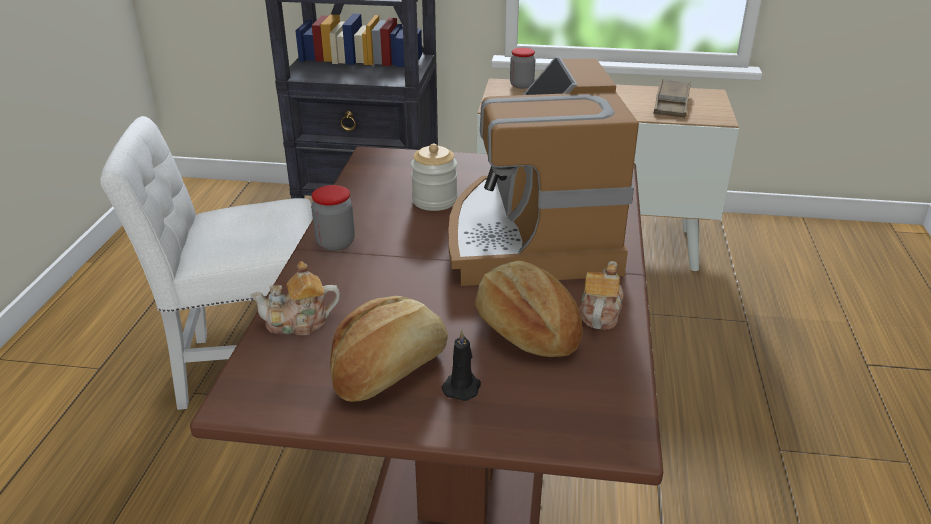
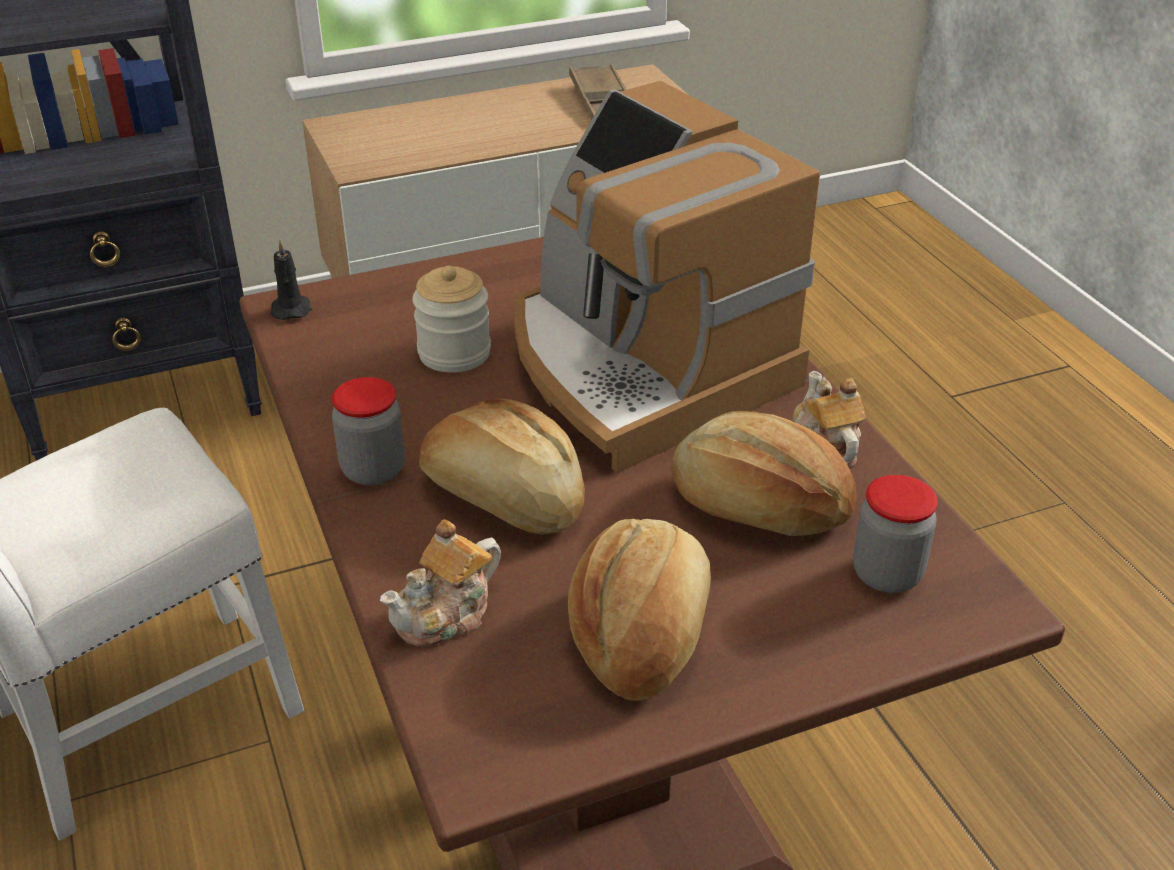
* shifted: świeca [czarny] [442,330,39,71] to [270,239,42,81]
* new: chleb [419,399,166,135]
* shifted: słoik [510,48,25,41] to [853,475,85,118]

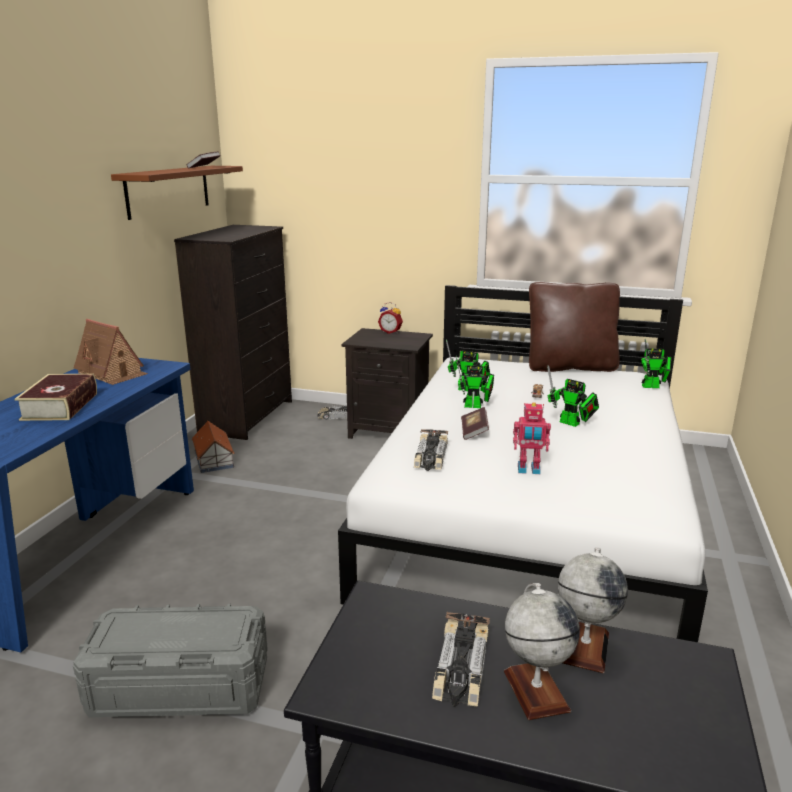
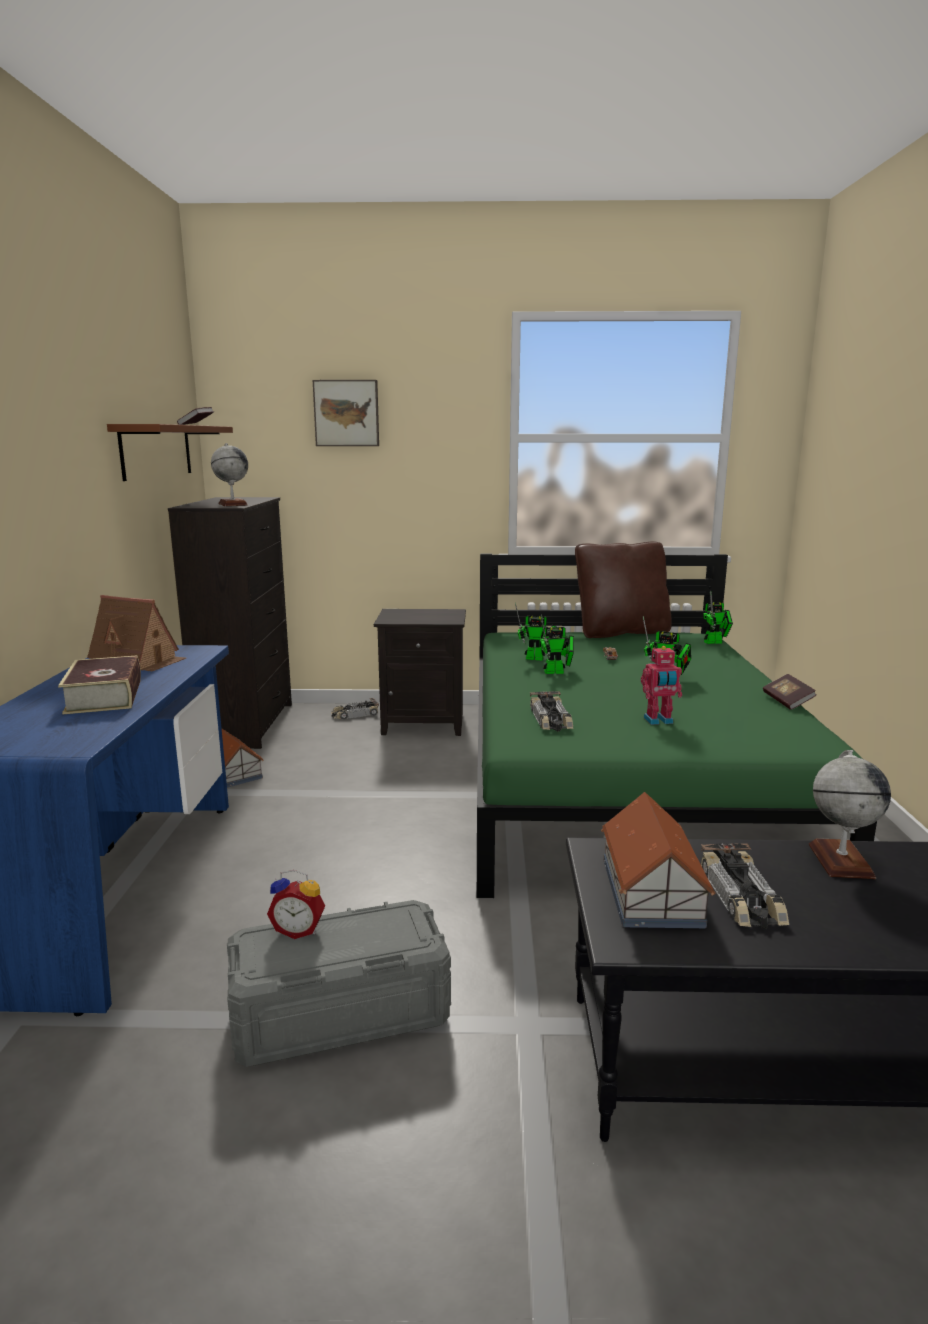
* shifted: globus [504,583,76,137] to [211,443,37,63]
* shifted: budzik [378,302,25,32] to [267,870,58,69]
* new: obraz [313,380,66,66]
* repainted: łóżko [biały] [338,285,370,357] to łóżko [zielony] [477,554,400,344]
* new: domek [601,792,114,136]
* shifted: książka [461,407,28,33] to [763,674,53,36]

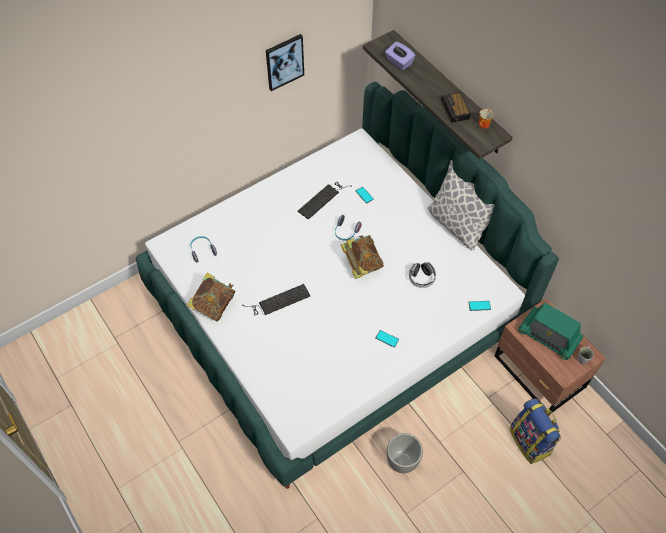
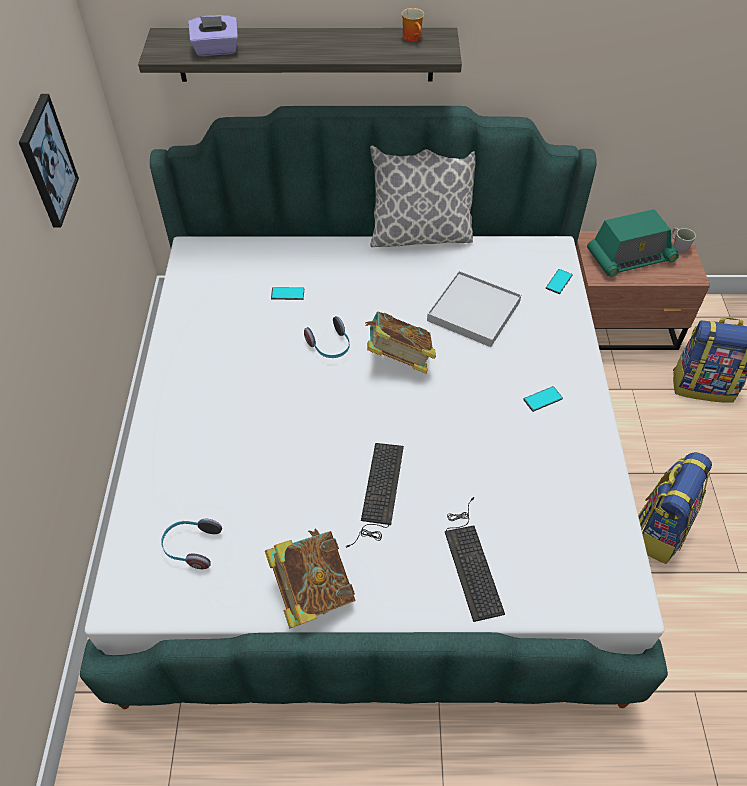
* swapped: słuchawki [409,262,27,26] to taca [biały] [427,271,94,76]
* shifted: klawiatura [298,182,49,38] to [445,497,60,125]
* swapped: donica [387,433,36,40] to plecak [638,452,74,112]
* gone: budzik [441,92,30,31]

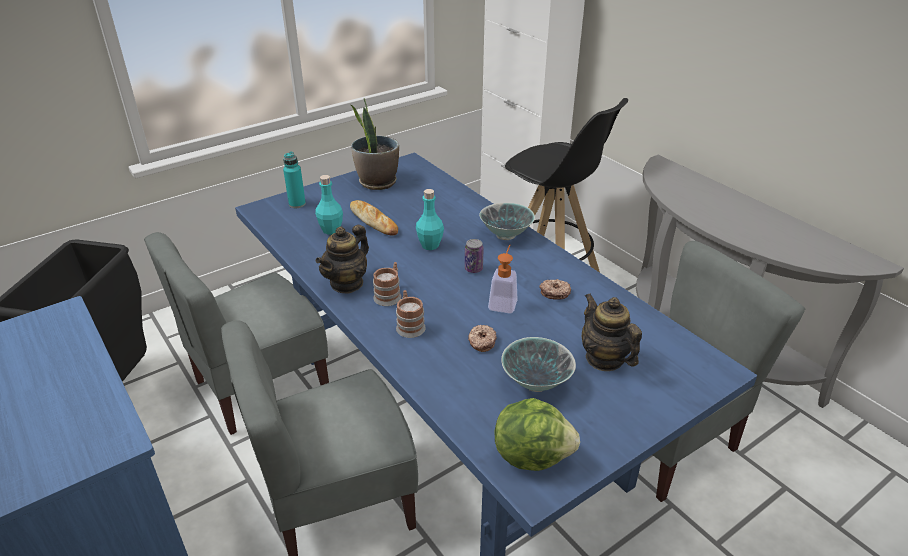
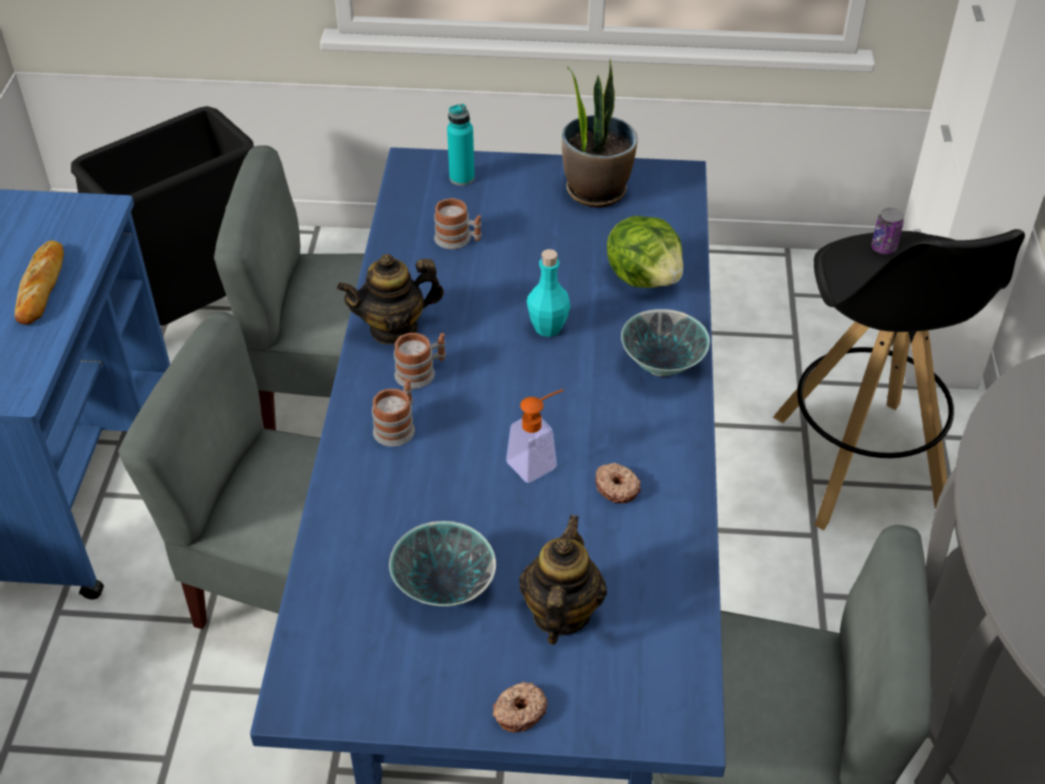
* shifted: chleb [350,200,48,35] to [15,240,49,85]
* swapped: butelka [turkusowy] [315,175,28,60] to kubek [434,198,48,51]
* shifted: donut [468,325,29,27] to [493,682,55,50]
* shifted: sałata [494,398,86,73] to [607,216,76,72]
* shifted: puszka [465,239,19,34] to [871,208,33,46]

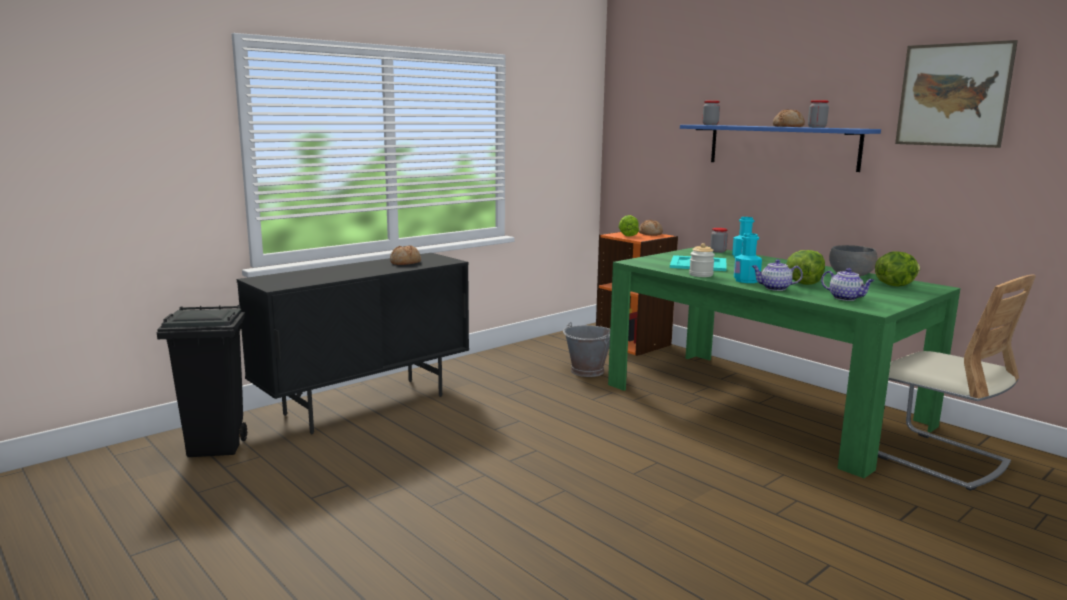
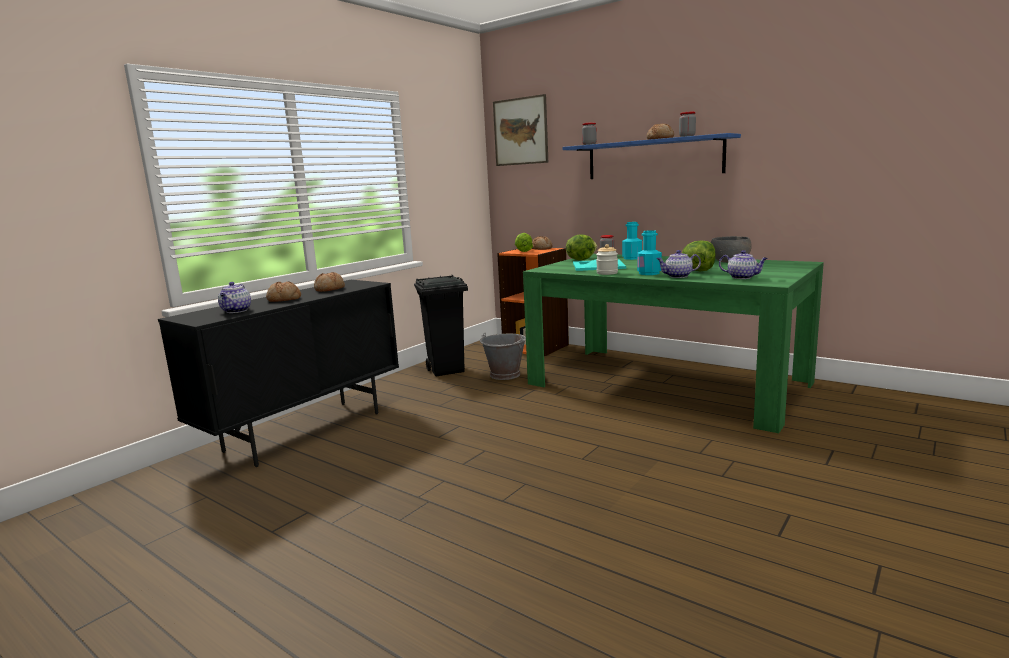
* new: imbryk [218,282,33,31]
* new: chleb [266,281,35,21]
* shifted: kosz na śmieci [czarny] [157,305,90,152] to [414,275,54,101]
* shifted: obraz [895,40,123,108] to [493,94,55,72]
* shifted: sałata [875,251,45,35] to [566,234,31,26]
* gone: krzesło [beżowy] [878,275,158,216]

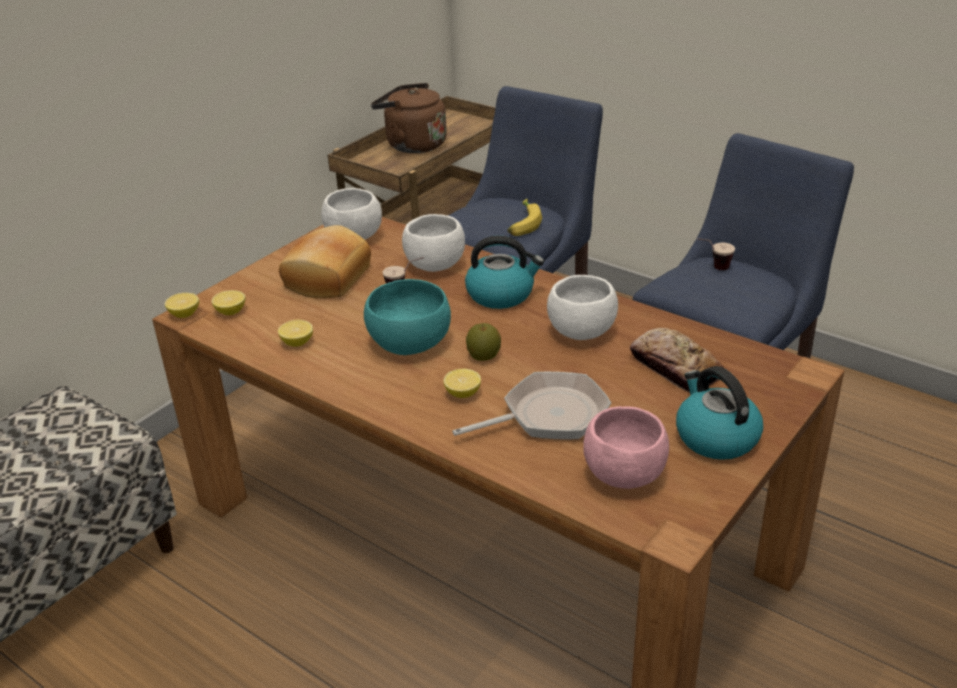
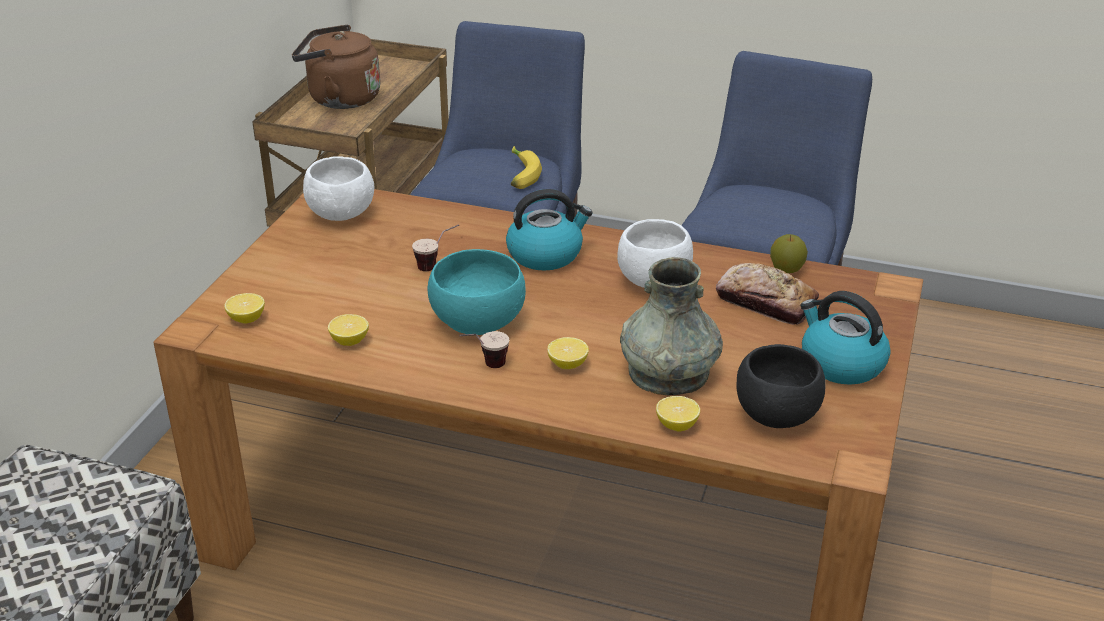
* shifted: filiżanka [697,238,38,32] to [459,331,50,37]
* swapped: patelnia [452,372,159,68] to wazon [szary] [620,257,103,138]
* shifted: cytryna [165,293,34,25] to [656,396,44,36]
* repainted: miska [różowy] [583,406,86,83] to miska [czarny] [736,344,90,84]
* shifted: jabłko [466,323,35,38] to [770,234,38,39]
* gone: chleb [279,225,92,73]
* gone: miska [biały] [402,214,63,58]

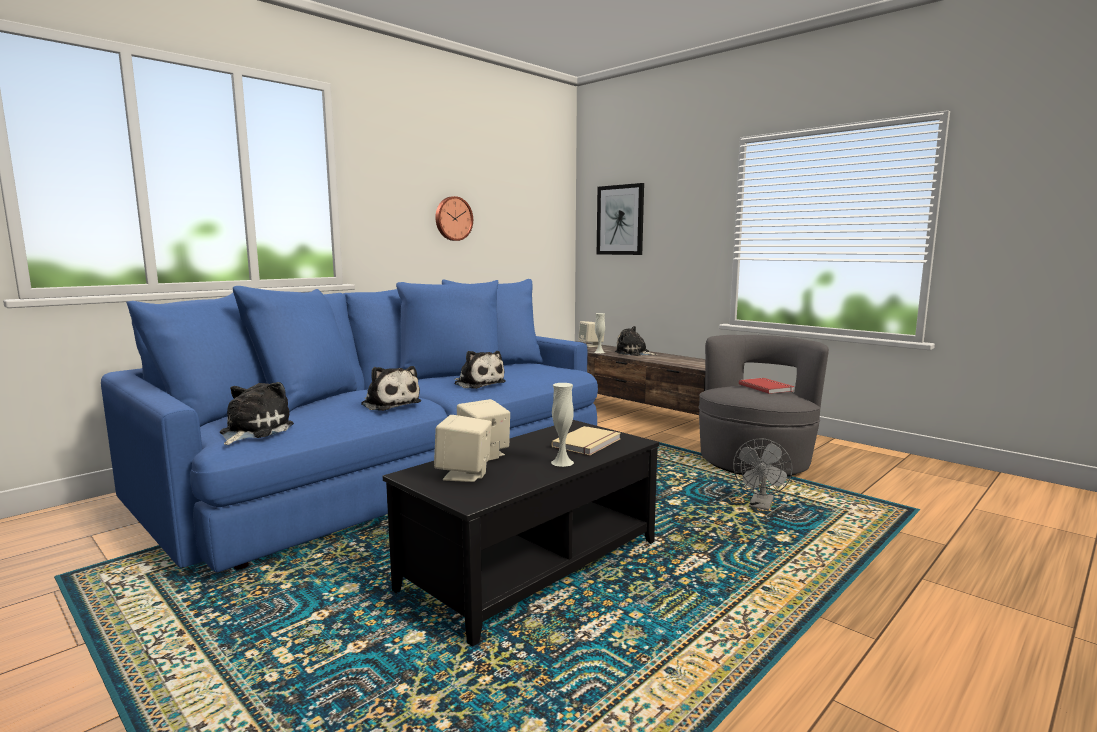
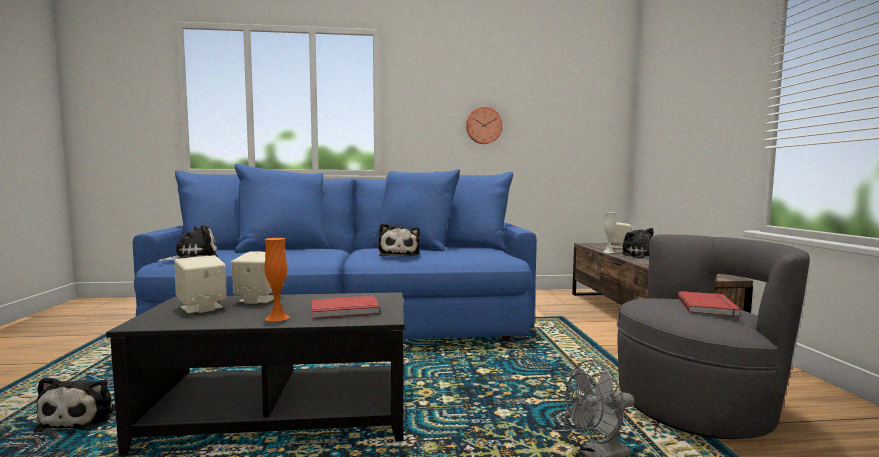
* shifted: pluszak [361,366,60,45] to [34,377,82,56]
* repainted: wazon [biały] [551,383,23,84] to wazon [pomarańczowy] [264,238,25,83]
* repainted: książka [beżowy] [551,426,70,29] to książka [czerwony] [312,296,68,22]
* gone: obraz [597,183,47,72]

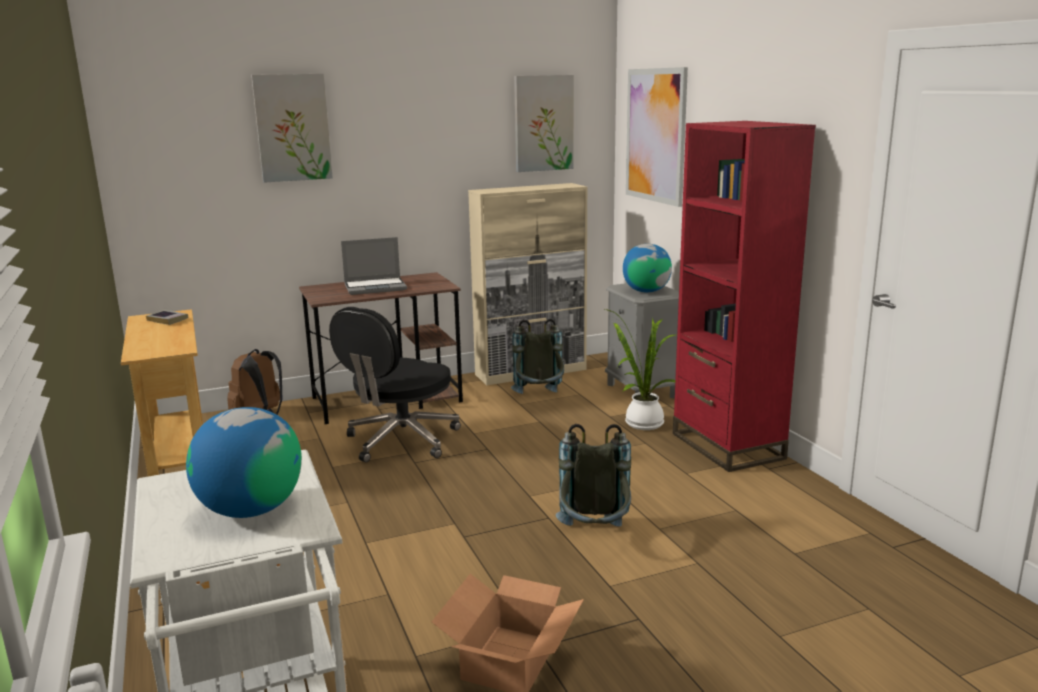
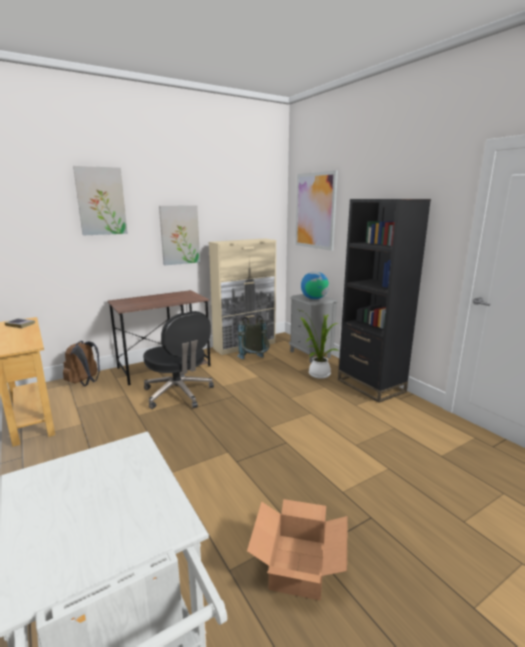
* rotated: krzesło biurowe [czarny] [329,307,132,155] = [143,311,71,98] 60 degrees counterclockwise
* shifted: obraz [514,75,60,97] to [159,205,41,60]
* repainted: regał [czerwony] [673,121,143,351] to regał [czarny] [338,199,93,204]
* gone: globus [186,407,116,111]
* gone: laptop [341,237,66,58]
* gone: plecak [szary] [556,424,75,103]

